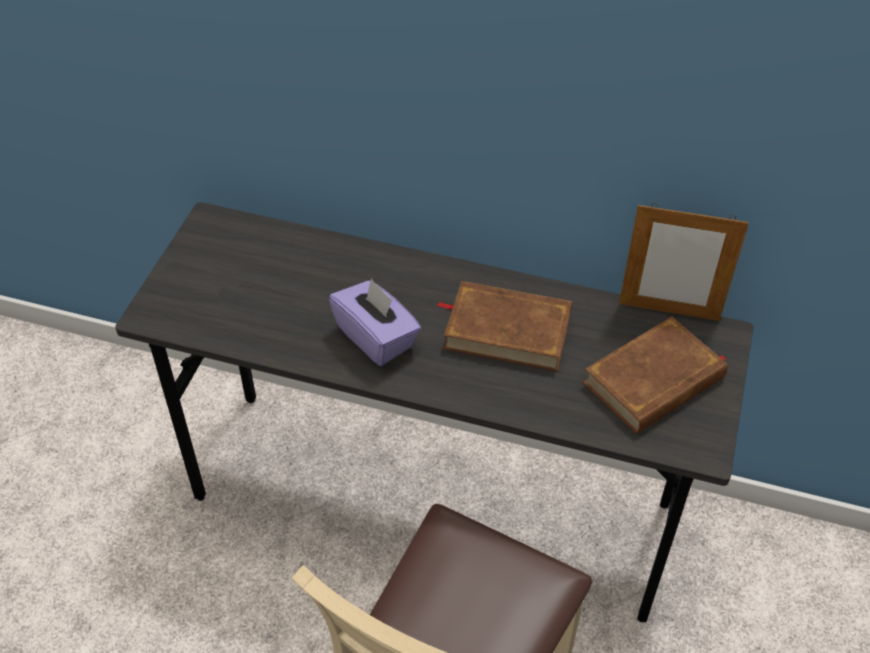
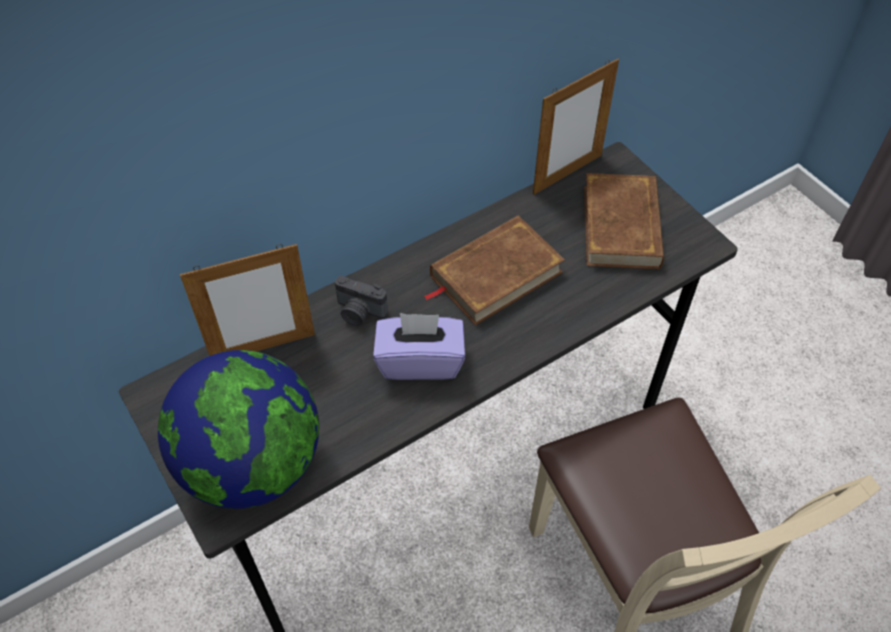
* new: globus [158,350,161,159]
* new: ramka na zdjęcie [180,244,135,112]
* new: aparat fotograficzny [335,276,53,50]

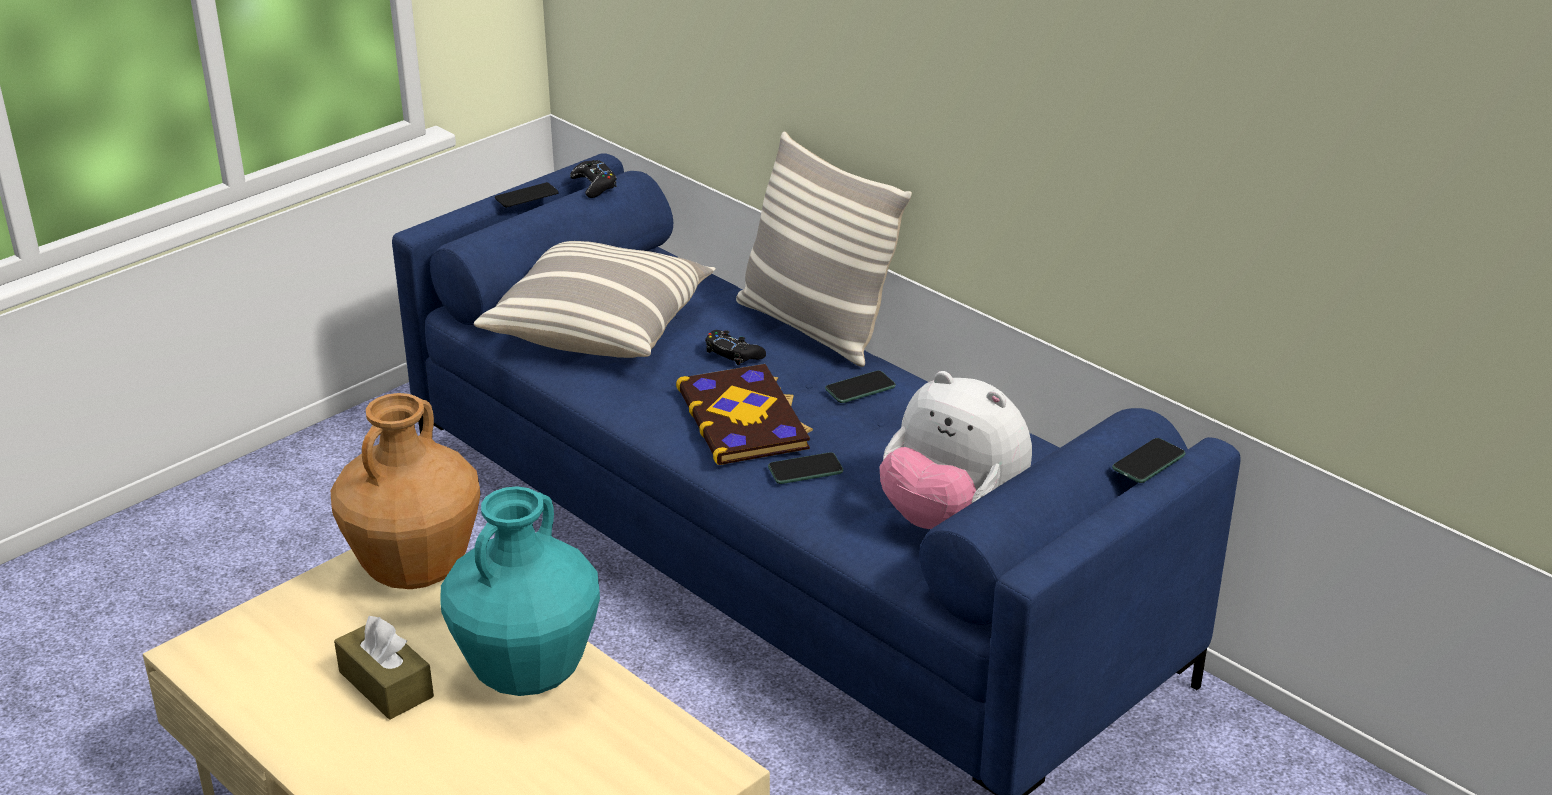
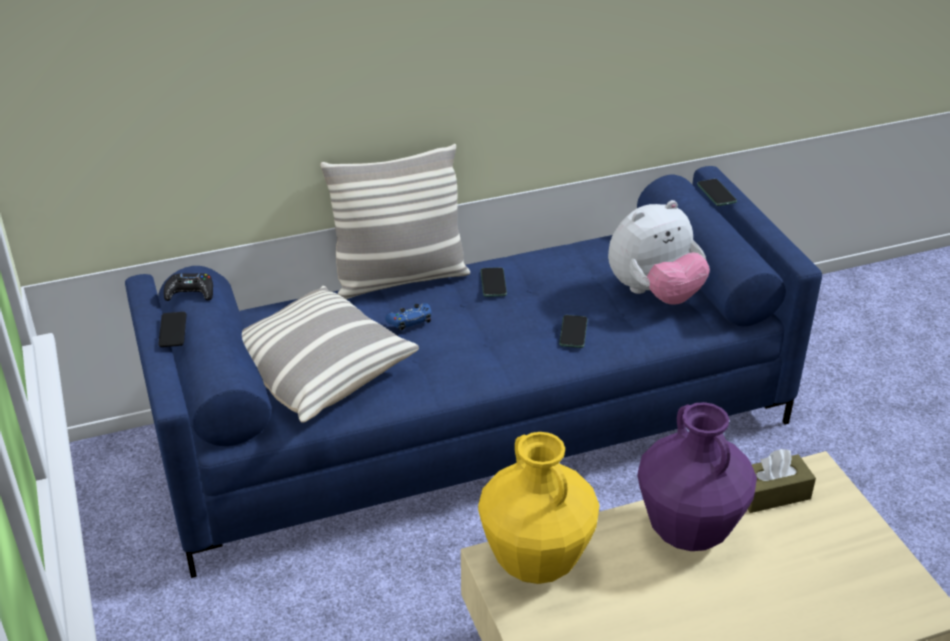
* repainted: pad do gier [czarny] [705,330,61,35] to pad do gier [niebieski] [385,303,47,28]
* repainted: wazon [brązowy] [330,393,150,196] to wazon [żółty] [478,432,121,152]
* repainted: wazon [turkusowy] [441,486,159,210] to wazon [fioletowy] [637,402,120,149]
* shifted: pudełko chusteczek [brązowy] [334,616,100,104] to [748,449,68,64]
* gone: książka [676,364,137,101]

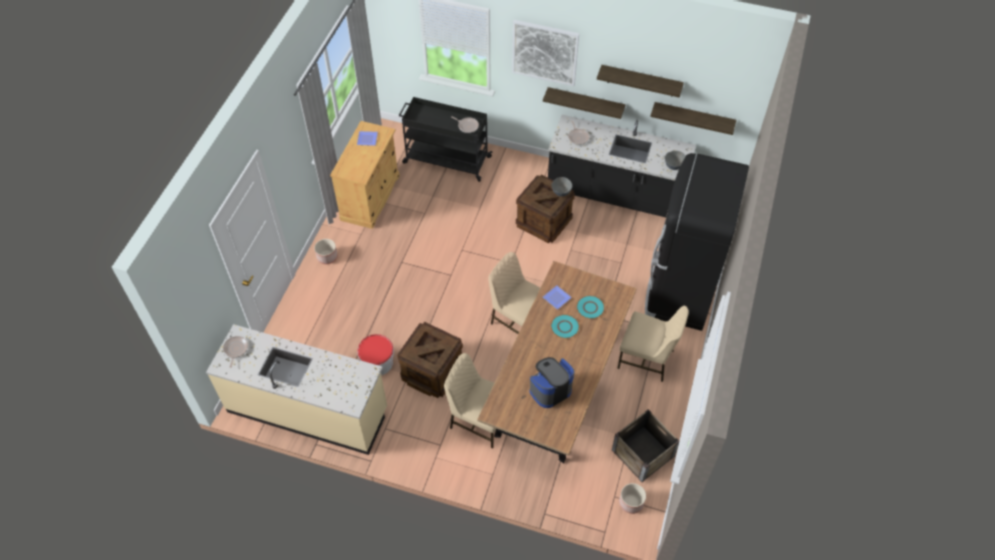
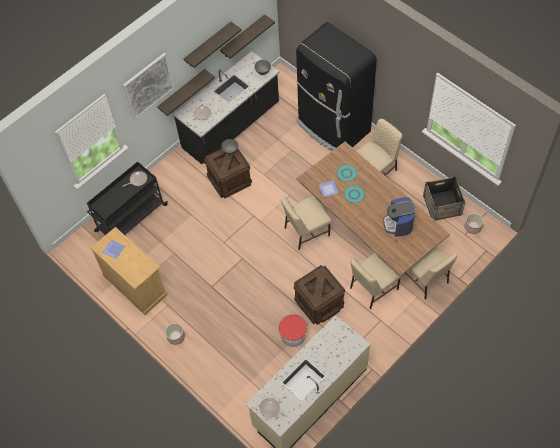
* new: krzesło [beżowy] [405,247,52,53]

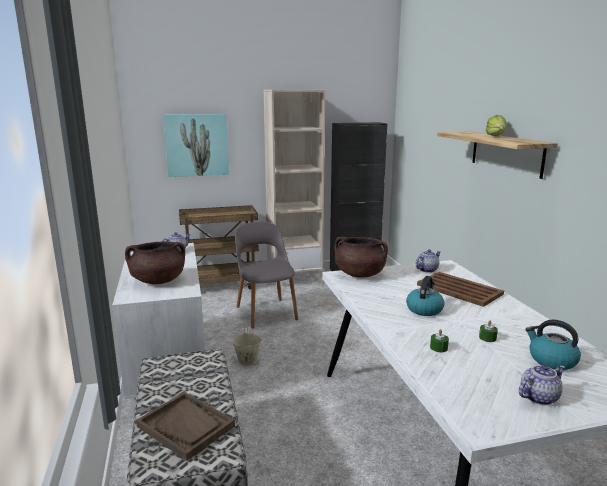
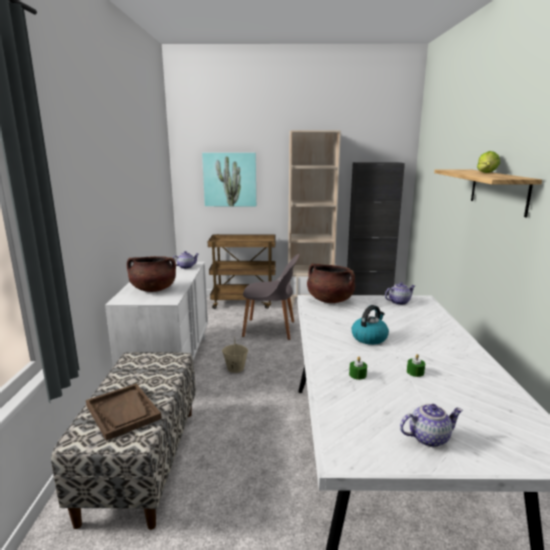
* rotated: krzesło [szary] [235,222,64,106] = [242,254,58,86] 105 degrees clockwise
* gone: taca [brązowy] [417,272,87,35]
* gone: czajnik [526,320,55,50]

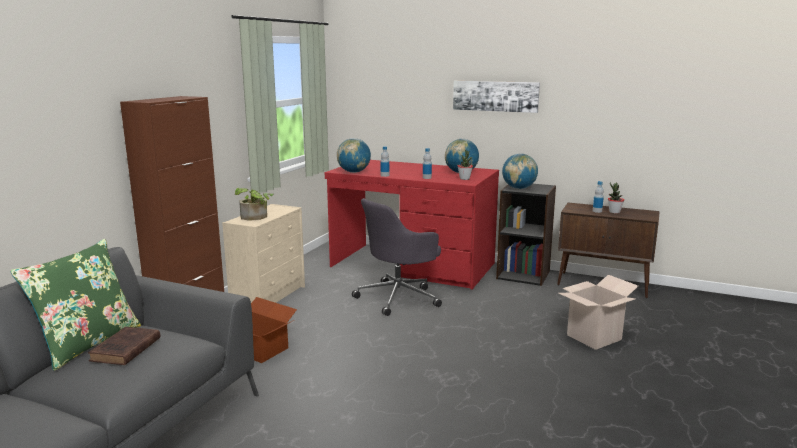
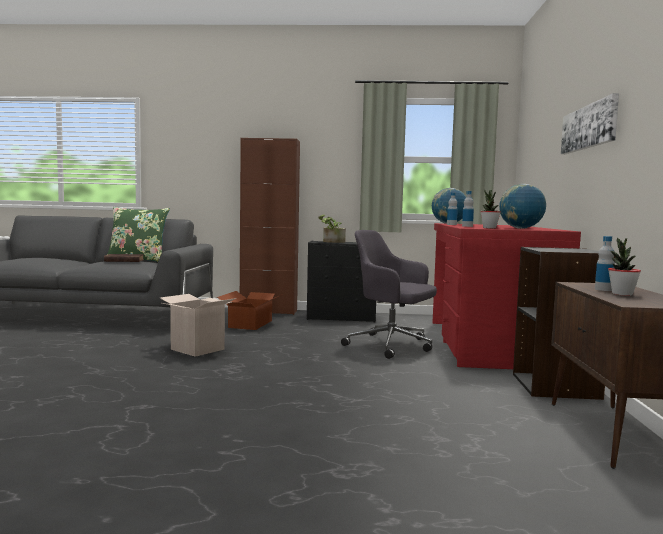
* shifted: karton [558,275,80,75] to [160,294,76,63]
* repainted: komoda [beżowy] [222,204,83,99] to komoda [czarny] [307,241,69,81]
* gone: globus [502,154,36,35]

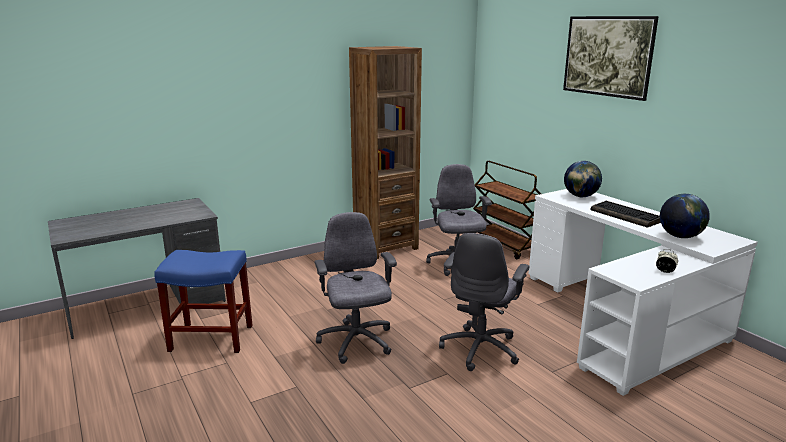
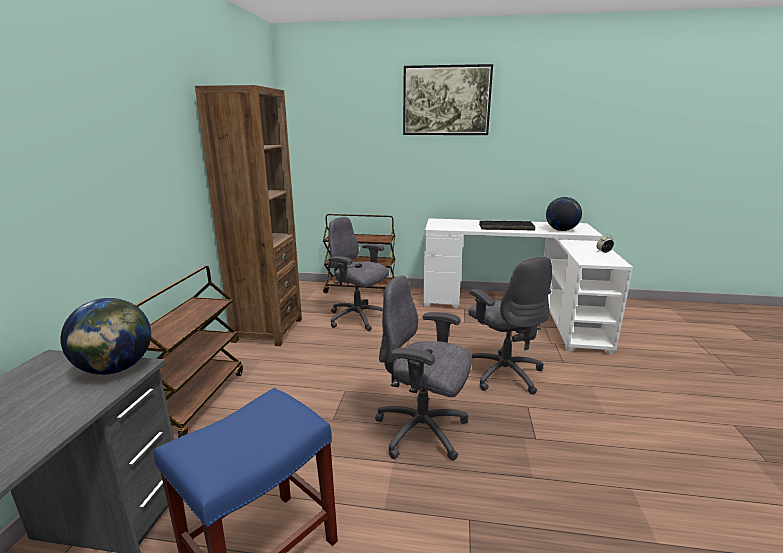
* shifted: globus [564,161,38,36] to [61,298,90,77]
* new: wózek [brązowy] [135,266,108,172]

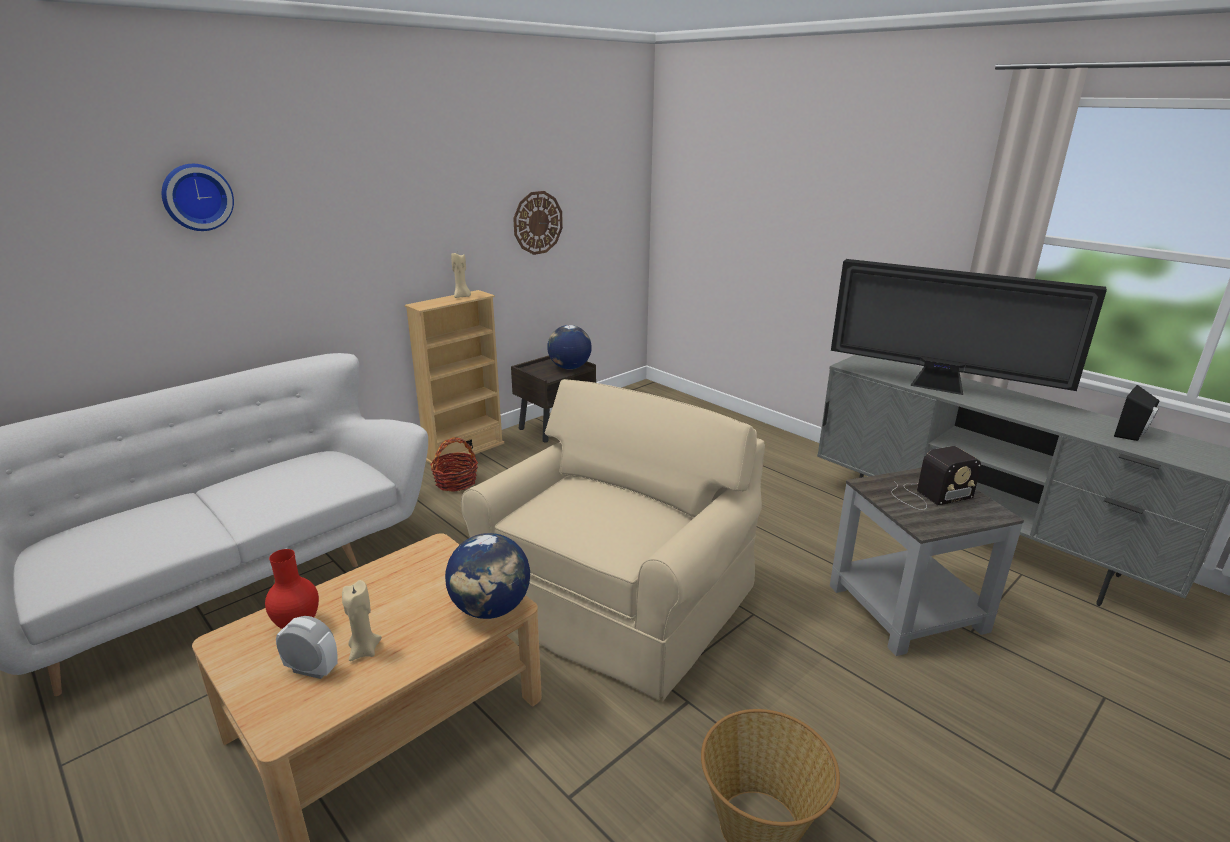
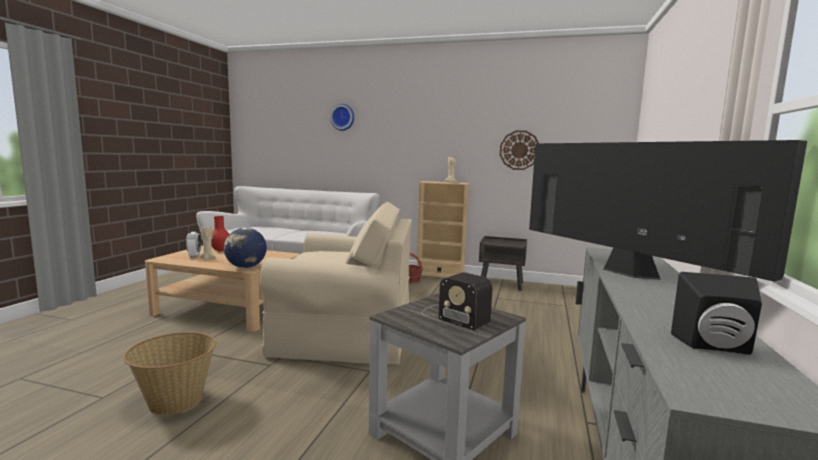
* rotated: telewizor [831,259,276,136] = [529,140,278,142] 150 degrees clockwise
* gone: globus [547,325,45,44]

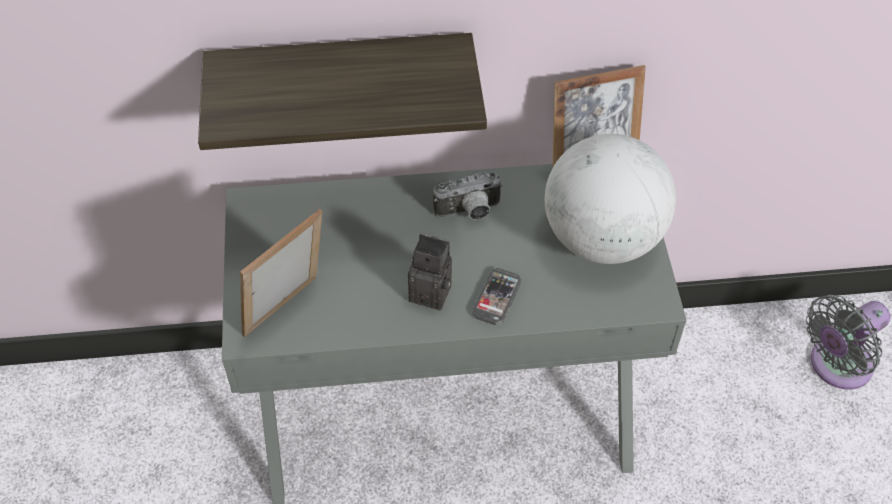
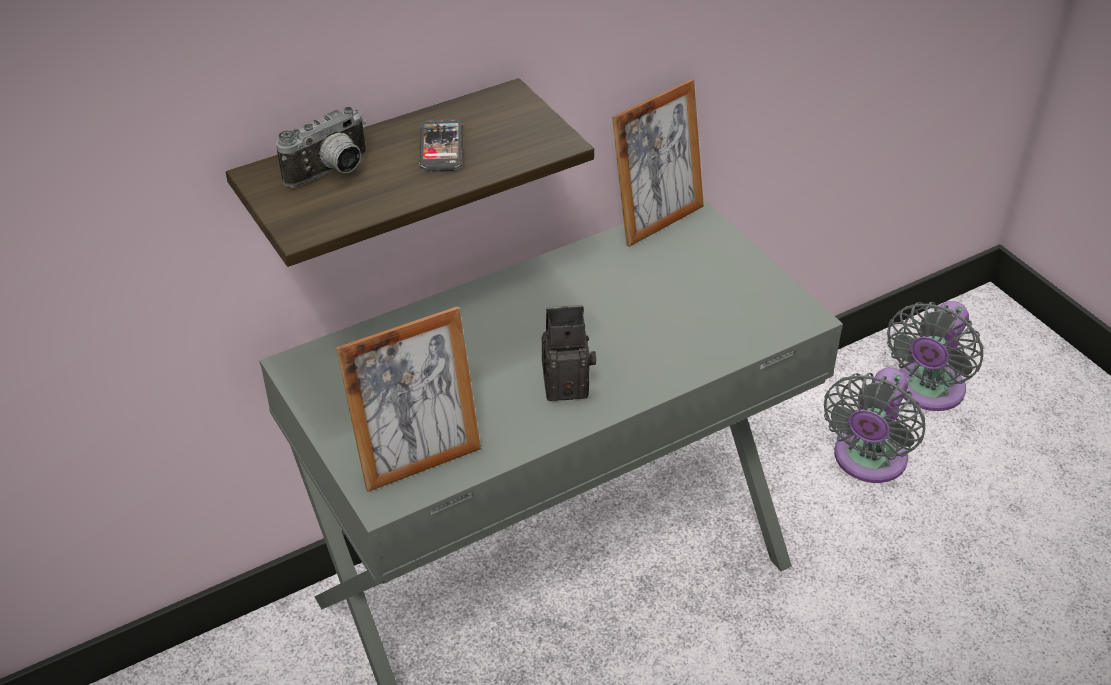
* shifted: aparat fotograficzny [433,172,70,48] to [276,106,90,82]
* rotated: ramka na zdjęcie [240,209,83,128] = [336,306,145,186] 135 degrees counterclockwise
* shifted: telefon [472,268,50,57] to [419,119,44,53]
* new: wentylator [szary] [824,368,101,115]
* gone: globus [545,134,131,130]

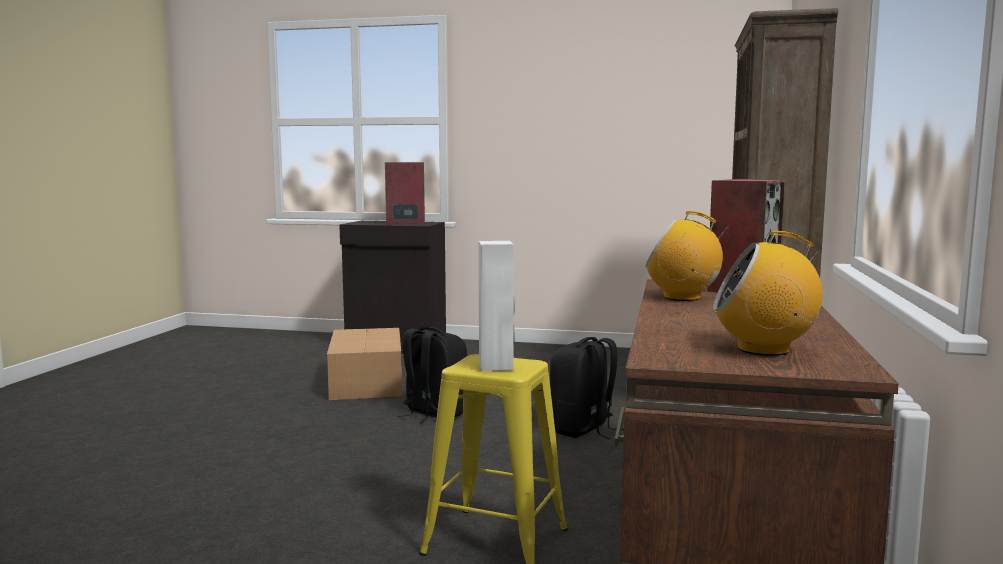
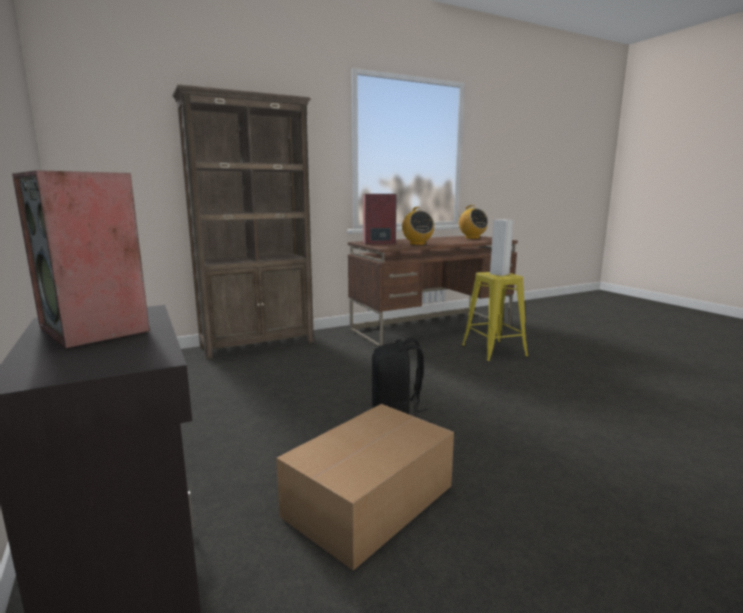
* gone: plecak [czarny] [550,337,74,102]

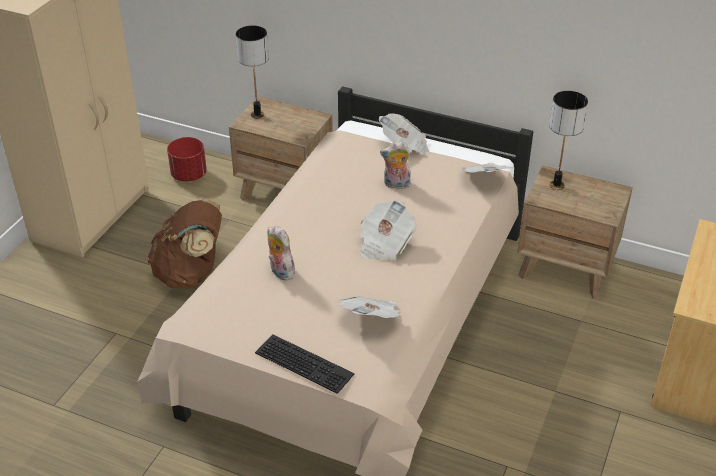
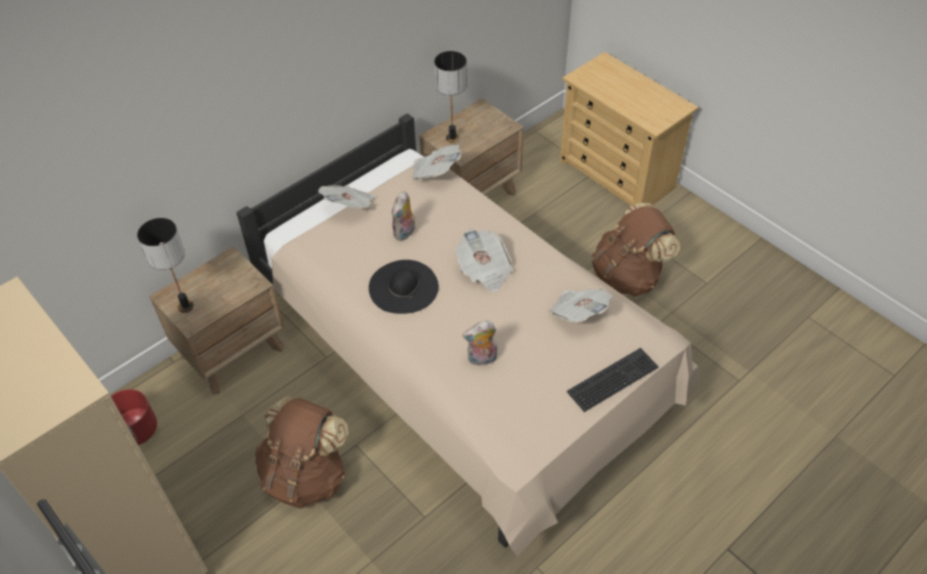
* new: kapelusz [czarny] [369,260,70,54]
* new: plecak [brązowy] [592,203,88,94]

